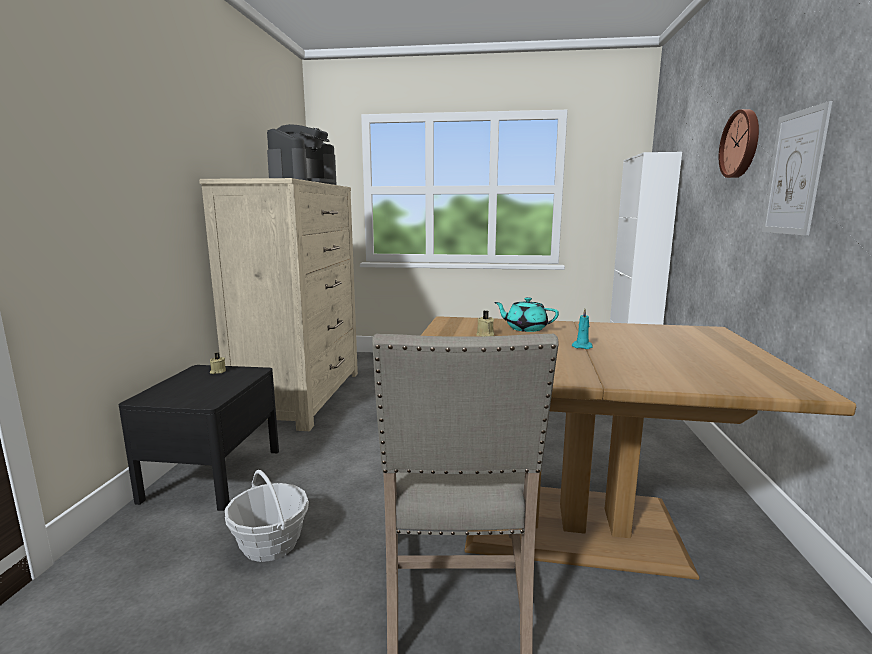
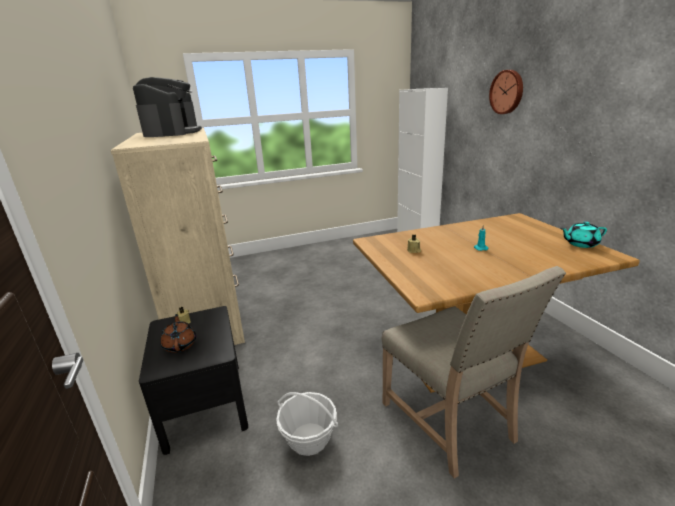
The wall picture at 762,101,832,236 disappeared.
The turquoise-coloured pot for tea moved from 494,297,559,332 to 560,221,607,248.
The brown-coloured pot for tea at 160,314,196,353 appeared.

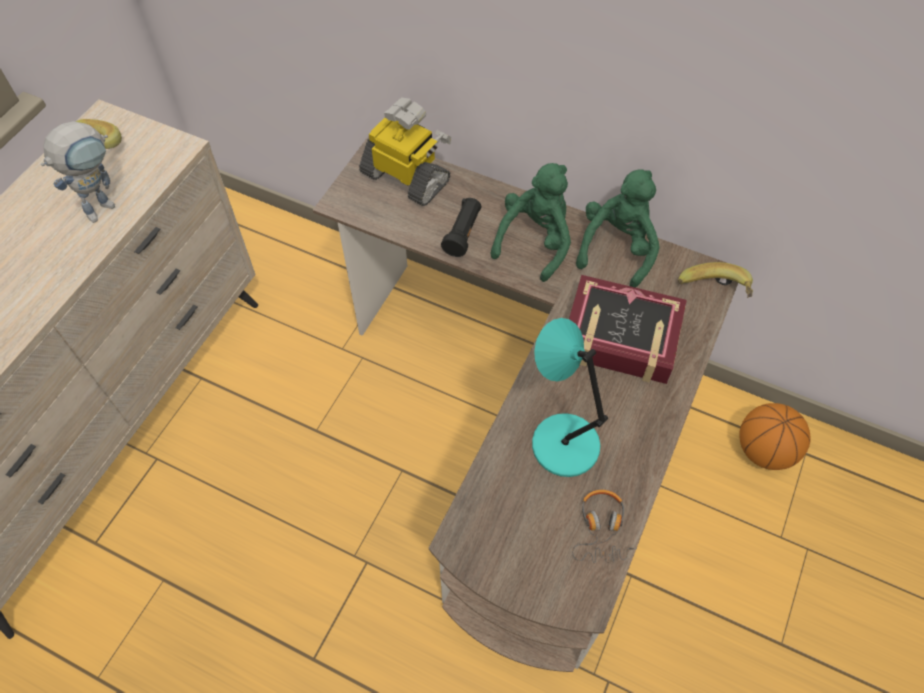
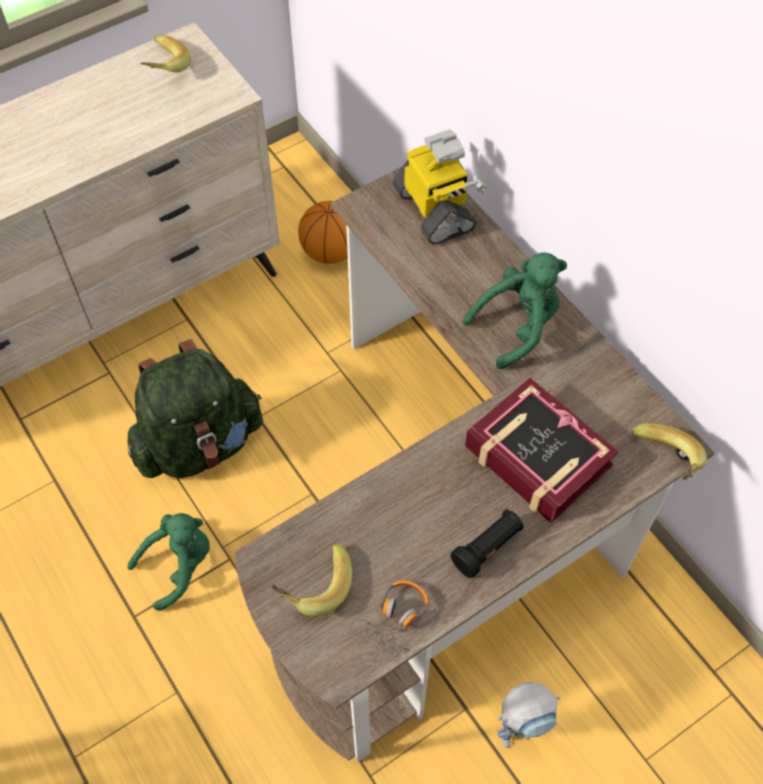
The robot figure moved from 41,121,115,223 to 497,682,560,748.
The green soft toy moved from 576,169,659,288 to 128,513,210,611.
The black-coloured hand torch moved from 441,198,481,257 to 451,508,524,578.
The turquoise-coloured lamp for a table at 532,318,608,477 disappeared.
The ball for basketball moved from 739,403,810,470 to 298,201,348,264.
The green knapsack at 127,339,263,478 appeared.
The whole banana at 271,543,352,617 appeared.

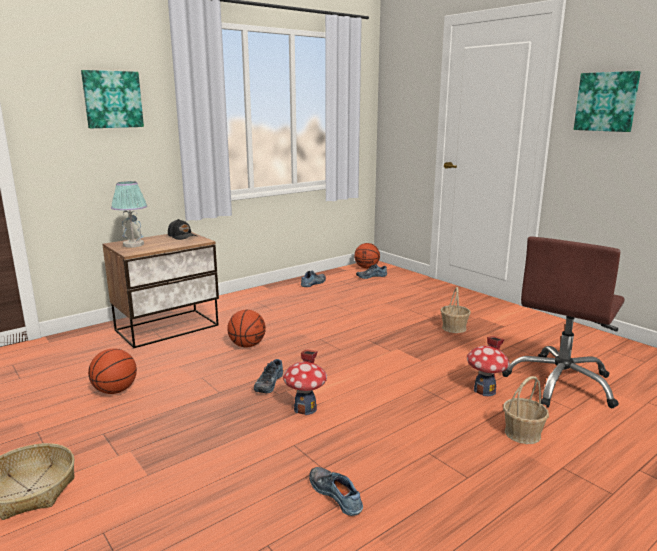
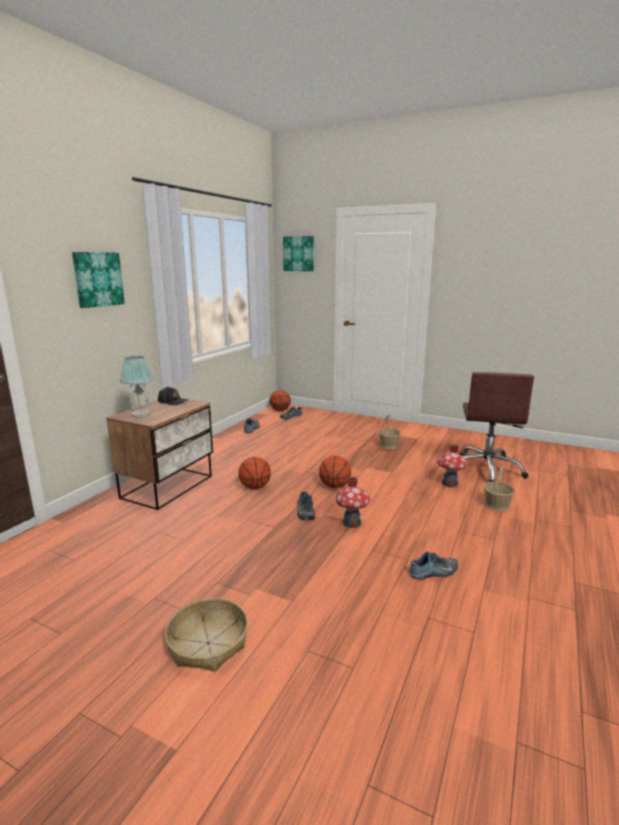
The wall picture moved from 574,71,641,132 to 283,236,314,271.
The ball for basketball moved from 88,349,137,394 to 319,456,351,488.
The shoe at 309,467,363,516 turned 135 degrees clockwise.

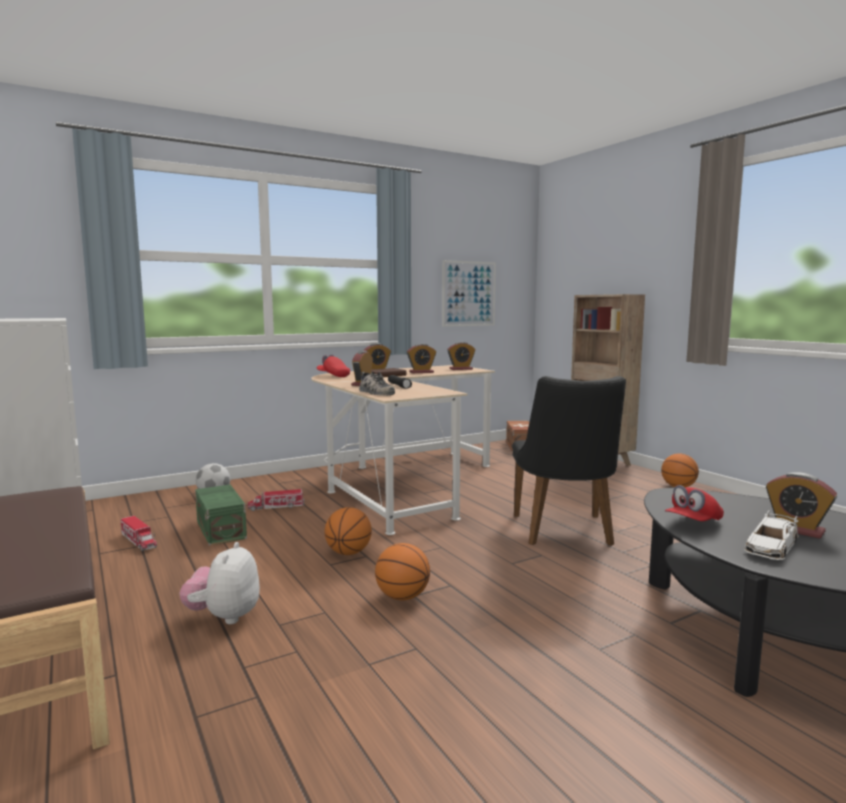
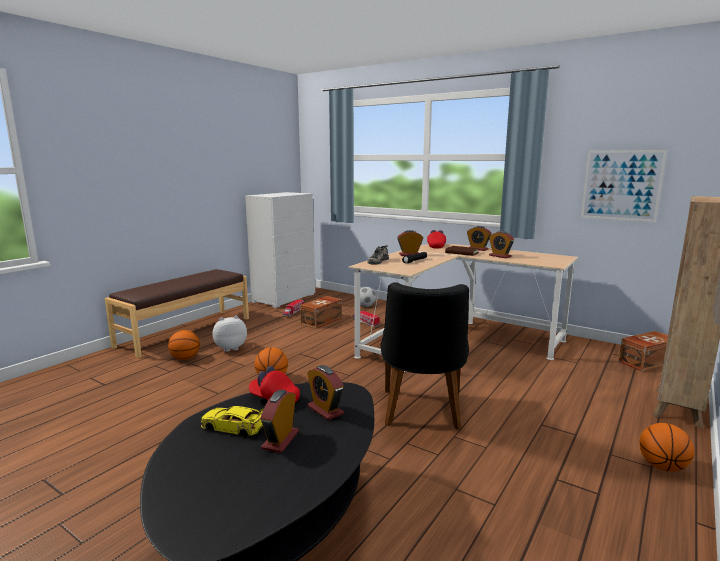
The table clock moved from 447,342,475,370 to 307,365,344,420.
The black-coloured plain chair at 512,376,626,546 turned 60 degrees counterclockwise.
The green storage bin at 195,485,247,546 became the brown-coloured storage bin at 300,296,342,329.
The ball for basketball moved from 325,507,372,555 to 168,330,200,360.
The white-coloured toy car at 744,510,799,560 became the yellow-coloured toy car at 201,406,263,437.

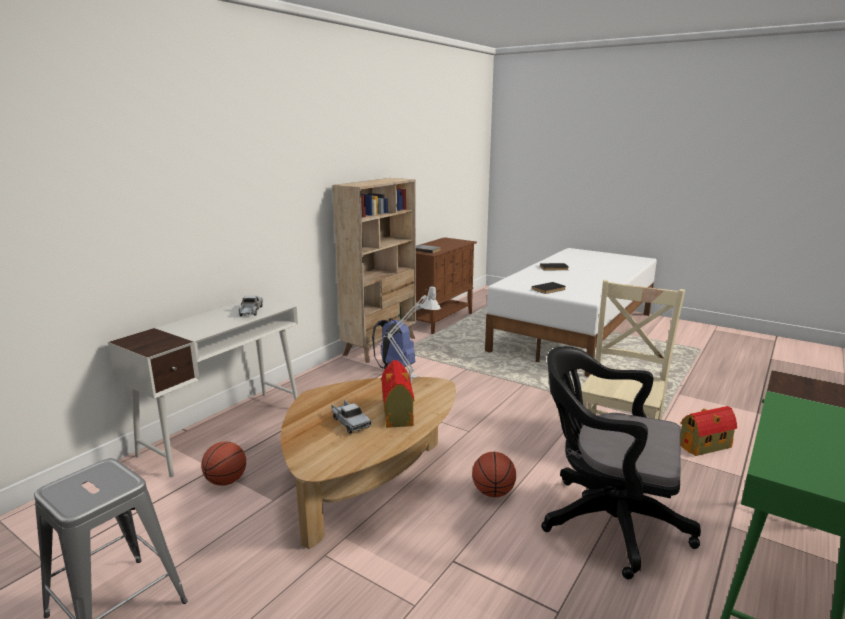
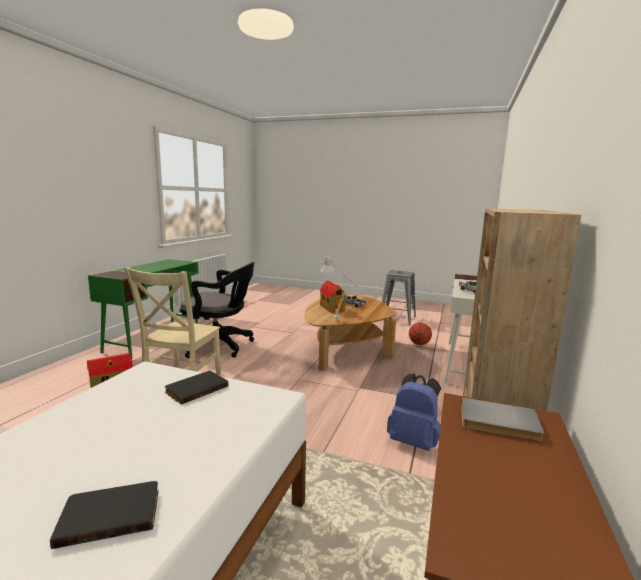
The ball for basketball at 472,452,516,497 disappeared.

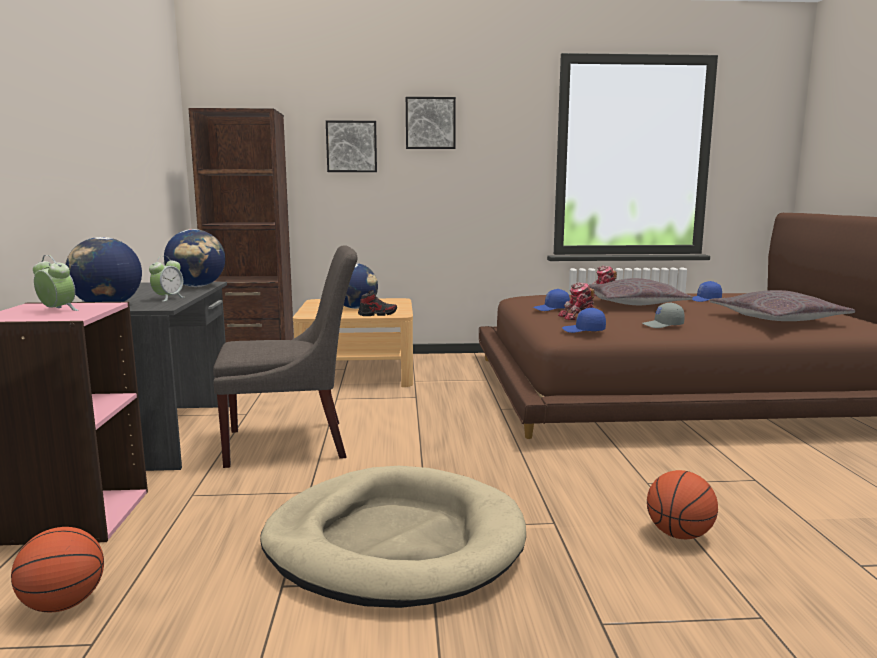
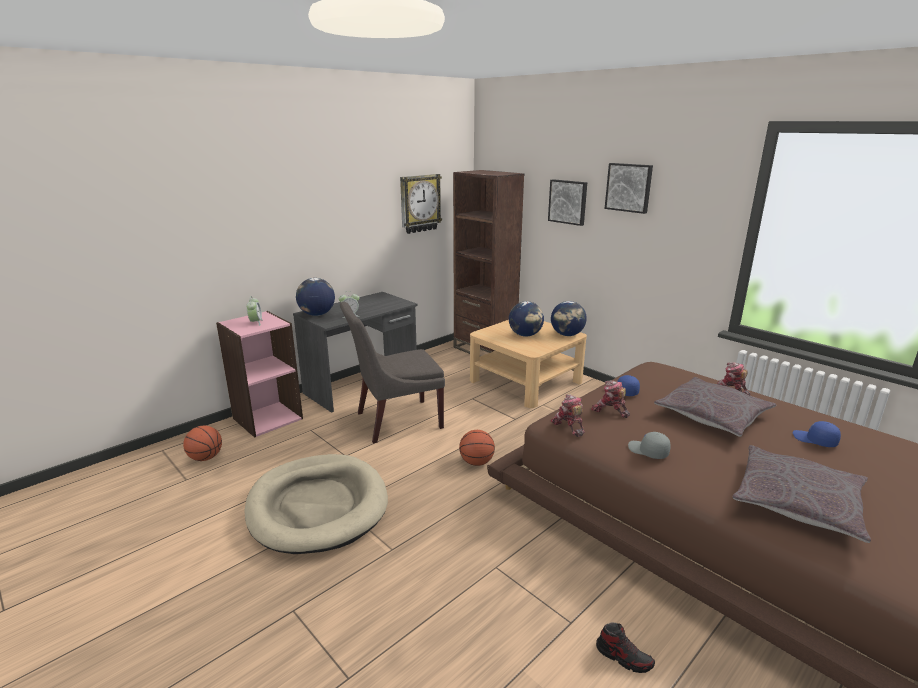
The globe moved from 164,229,225,287 to 551,301,587,336.
The gray plain chair at 213,245,358,468 turned 120 degrees clockwise.
The shoe moved from 358,290,397,316 to 596,622,655,673.
The blue-coloured peaked cap at 562,308,606,333 was replaced by the robot figure at 551,394,585,437.
The ball for basketball moved from 647,470,718,539 to 459,430,495,466.
The wall clock at 400,174,442,234 appeared.

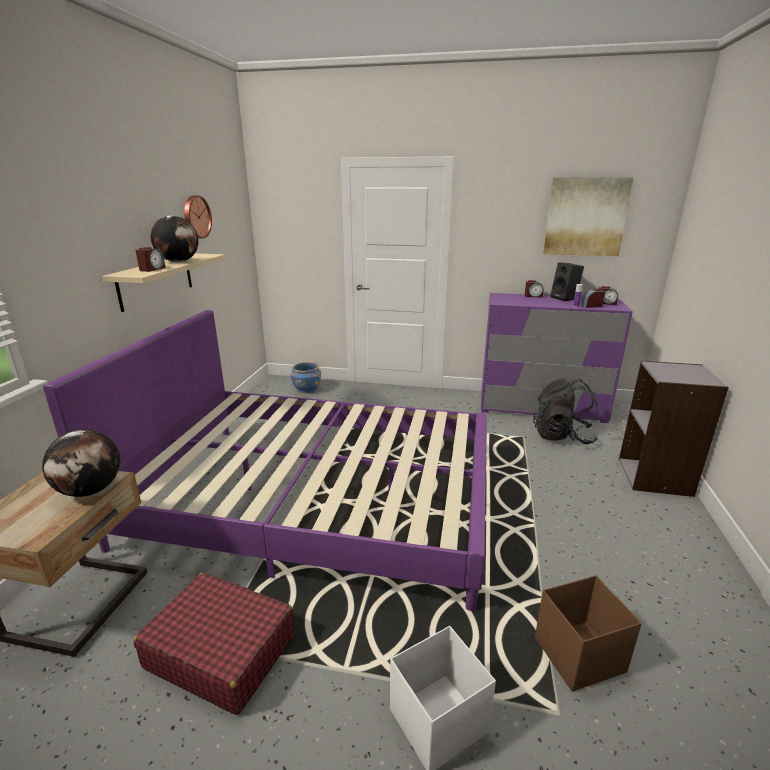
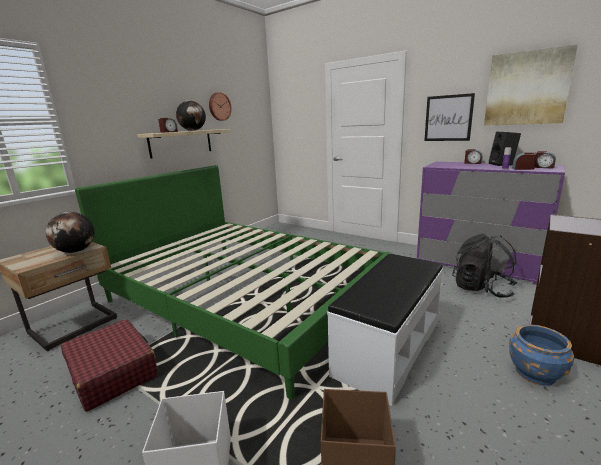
The purplish bed at 43,310,487,611 became the green bed at 75,165,393,399.
The blue-coloured planter moved from 291,362,321,394 to 509,324,574,386.
The wall picture at 424,93,475,141 appeared.
The white-coloured long seat at 327,254,443,406 appeared.

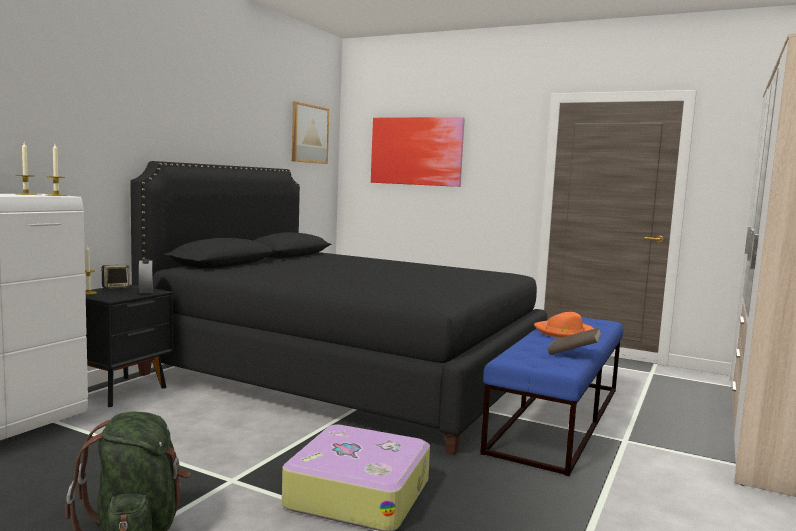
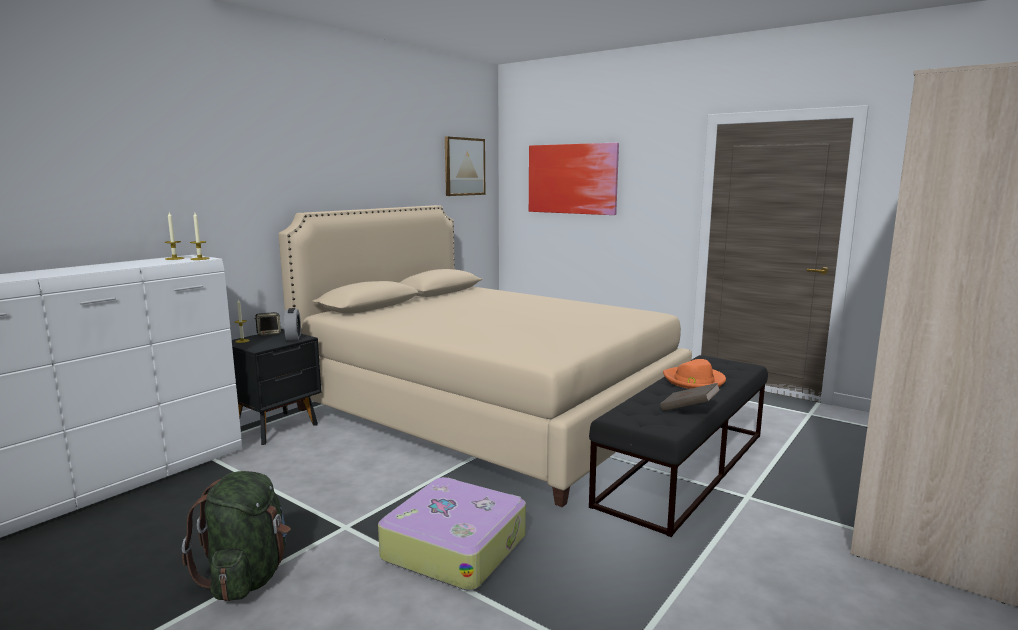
The black-coloured bed at 130,161,547,455 became the beige-coloured bed at 278,205,692,507.
The blue-coloured long seat at 480,314,624,476 became the black-coloured long seat at 589,355,768,537.

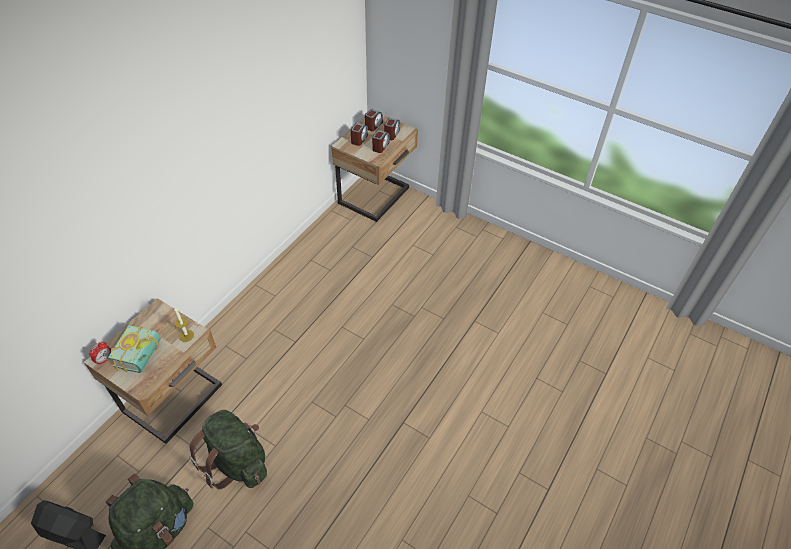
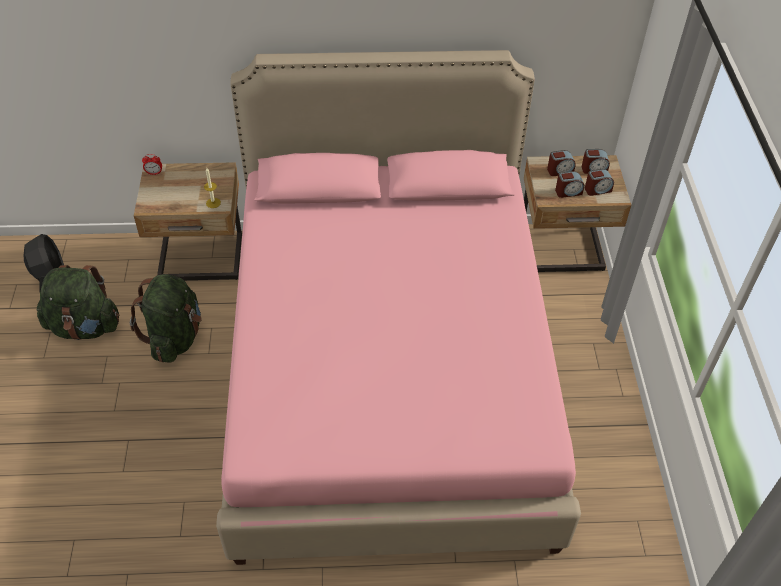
The book at 108,325,161,373 disappeared.
The pinkish bed at 216,50,581,565 appeared.

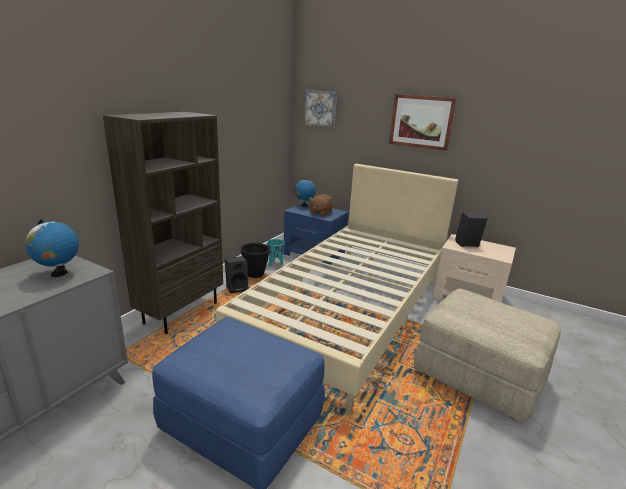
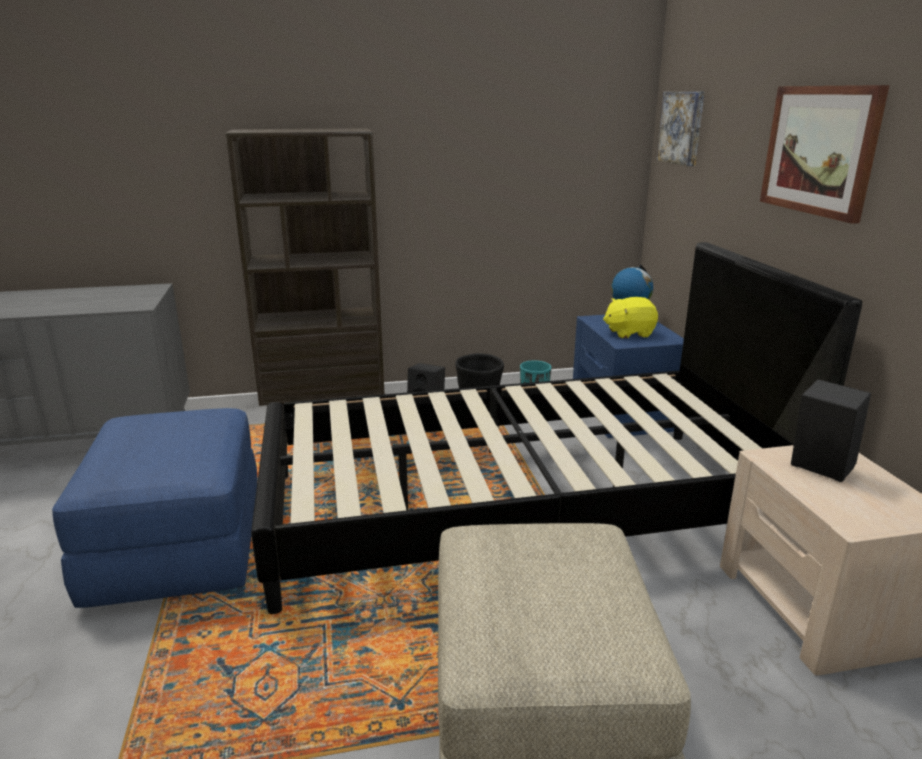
The beige-coloured bed at 216,164,458,414 became the black-coloured bed at 251,242,862,614.
The brown-coloured soft toy at 309,194,333,216 became the yellow-coloured soft toy at 603,297,658,338.
The globe at 25,219,79,277 disappeared.

